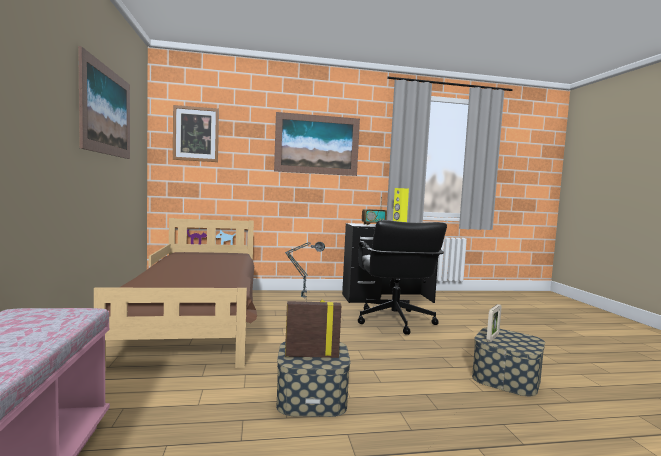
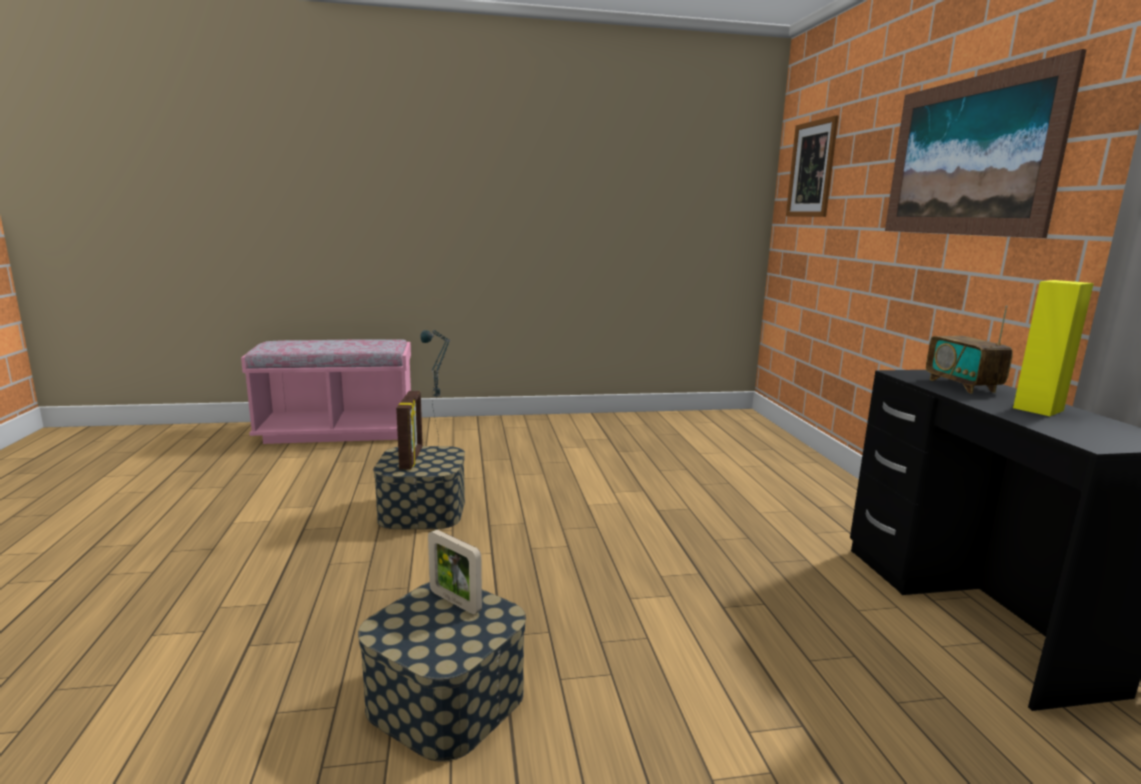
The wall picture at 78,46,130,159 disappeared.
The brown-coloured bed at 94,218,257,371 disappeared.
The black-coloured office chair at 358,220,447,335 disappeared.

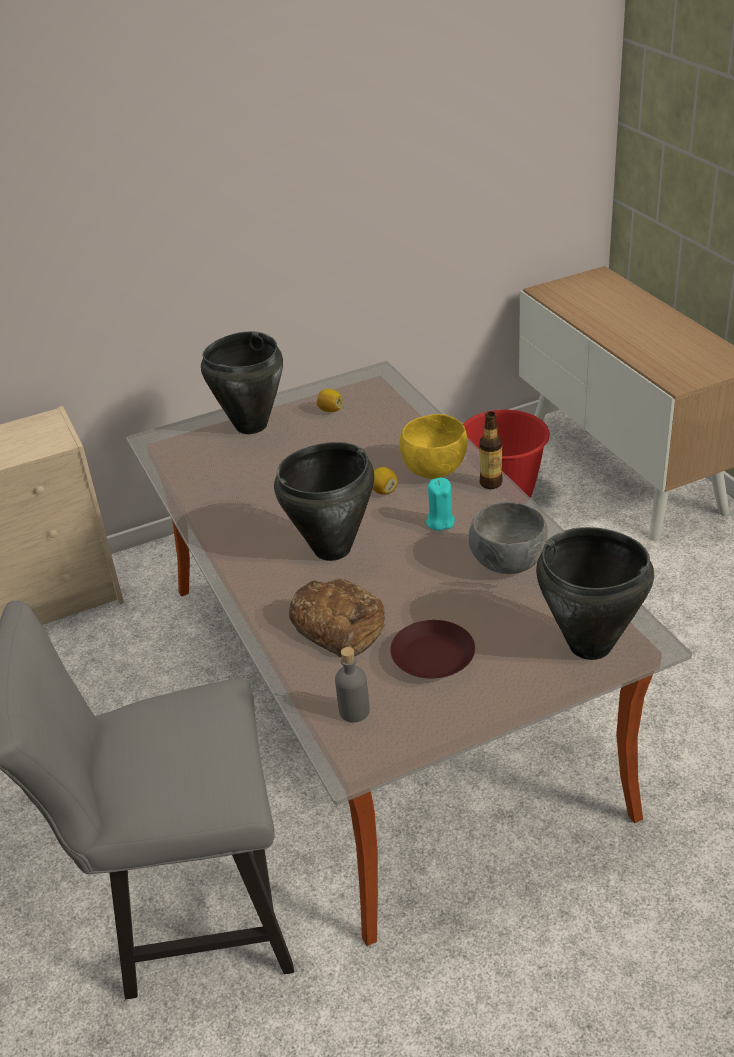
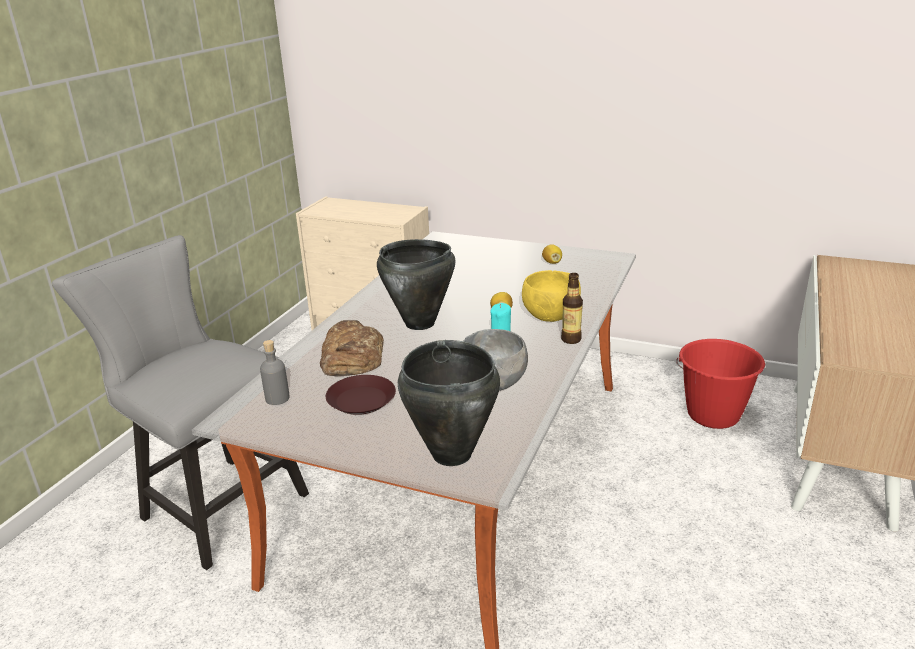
The black-coloured stockpot at 201,331,283,434 disappeared.

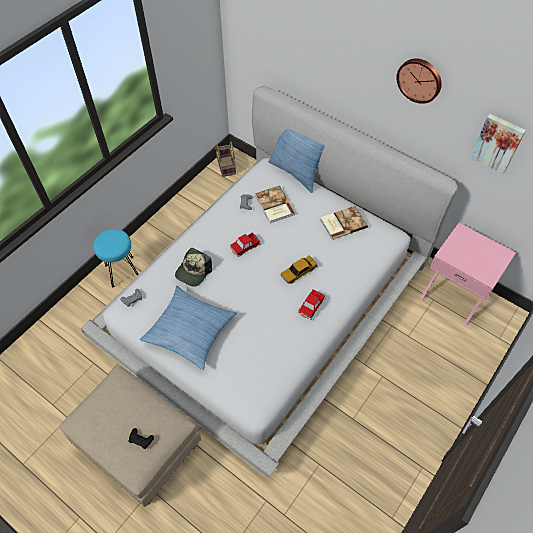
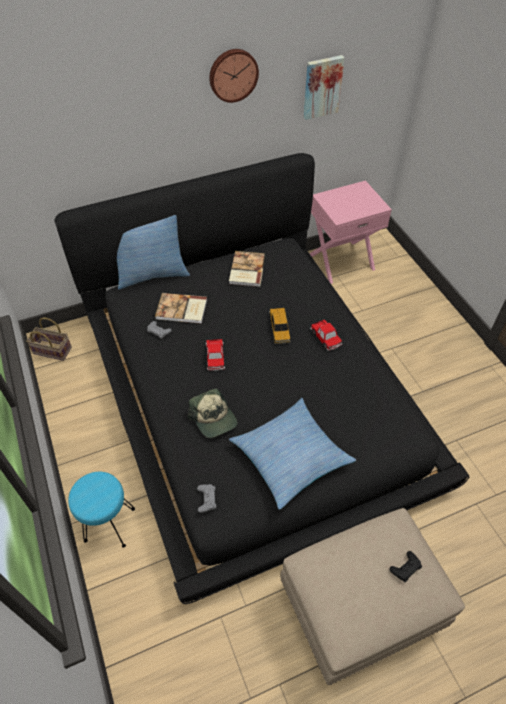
The white-coloured bed at 81,86,458,478 became the black-coloured bed at 54,153,469,604.

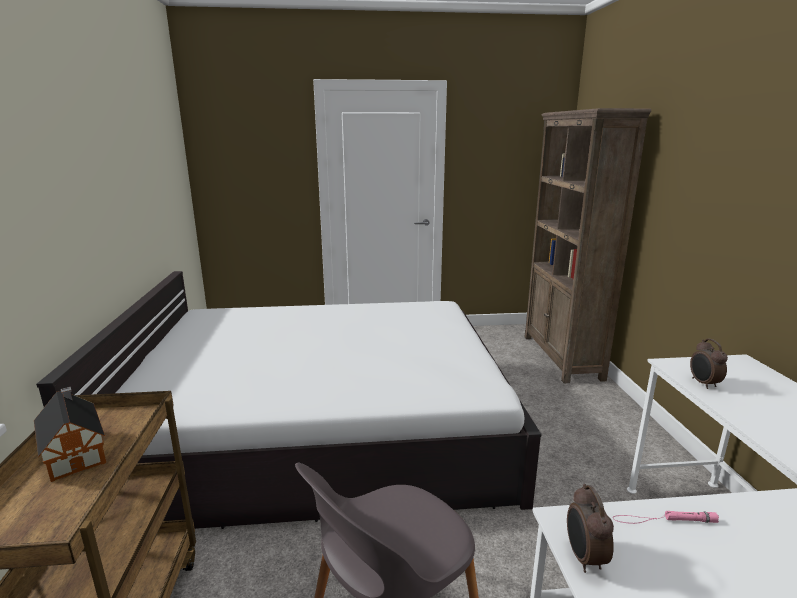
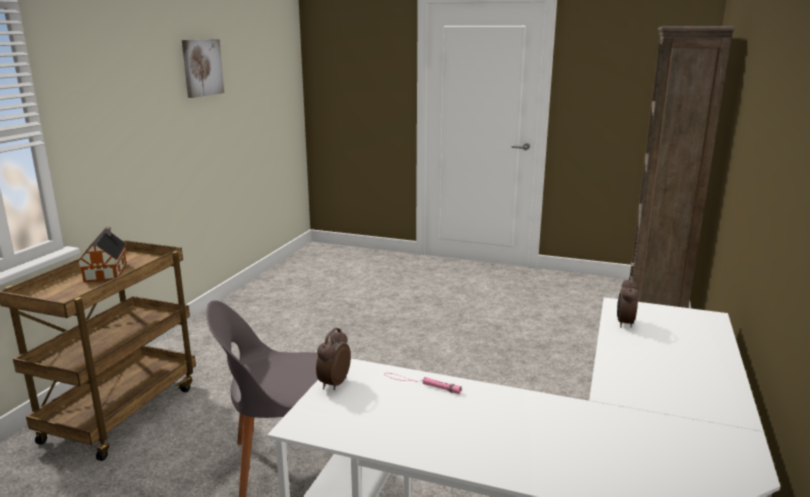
The white-coloured bed at 36,271,542,529 disappeared.
The wall picture at 182,39,224,98 appeared.

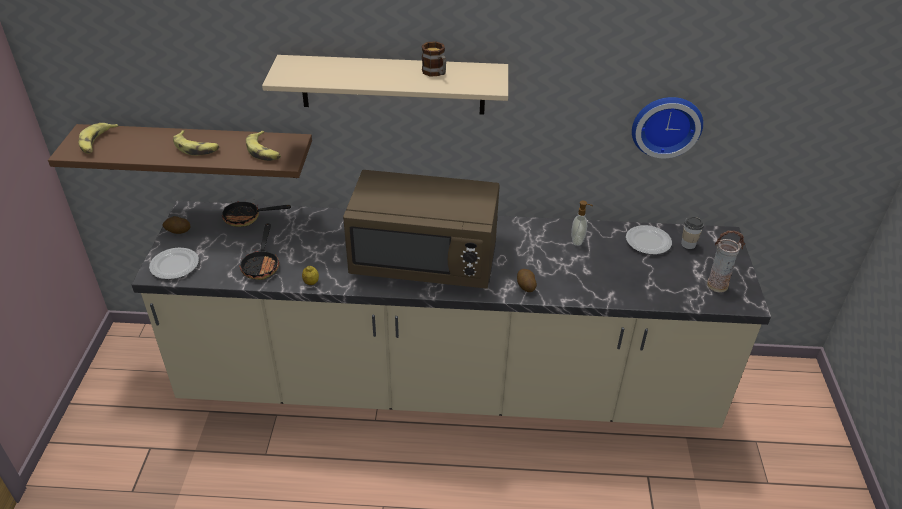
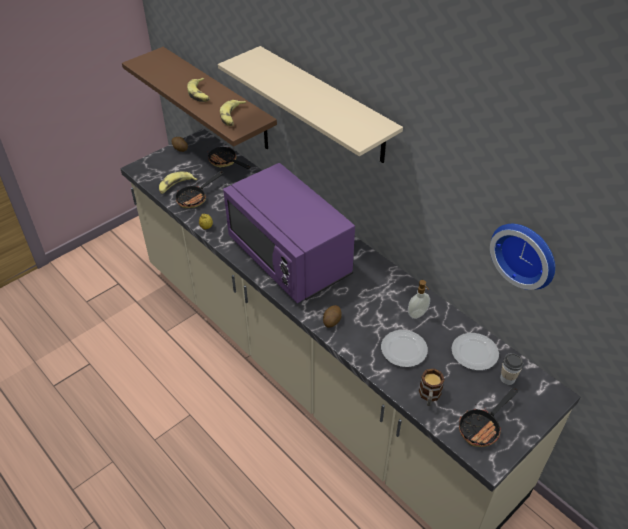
The coffee mug moved from 422,41,446,77 to 419,369,445,406.
The whole banana moved from 78,123,119,154 to 159,172,198,194.
The brown-coloured kitchen microwave at 343,170,500,289 became the purplish kitchen microwave at 223,163,355,303.
The flower vase at 707,230,745,292 was replaced by the pan at 459,387,518,447.
The flat dish moved from 149,248,199,279 to 381,330,428,367.

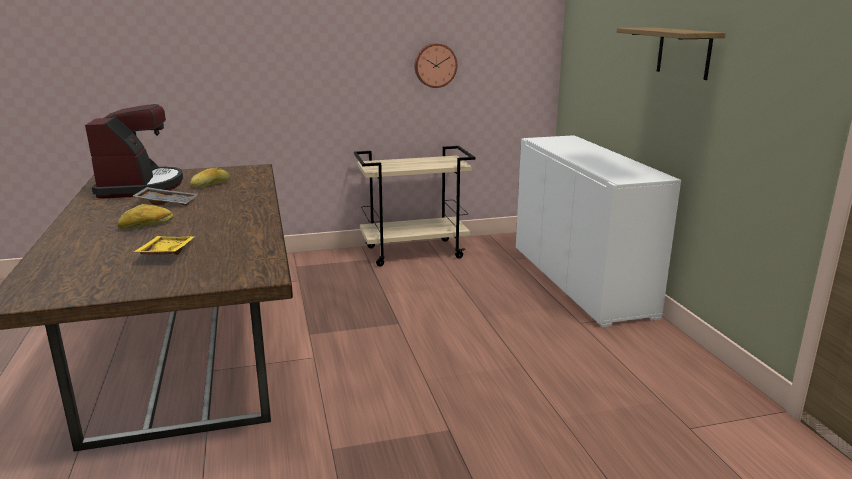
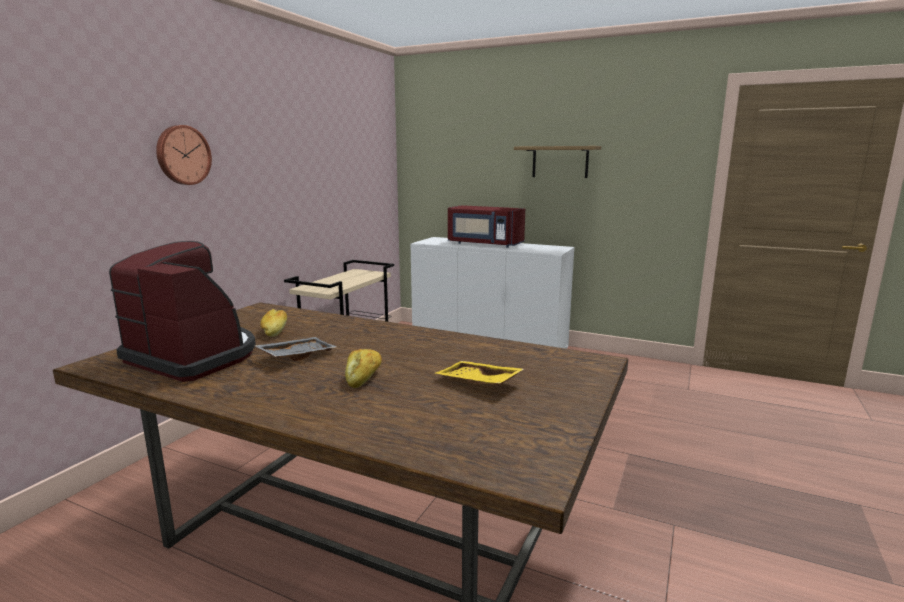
The wall clock moved from 414,43,457,88 to 156,125,212,185.
The red kitchen microwave at 448,205,525,248 appeared.

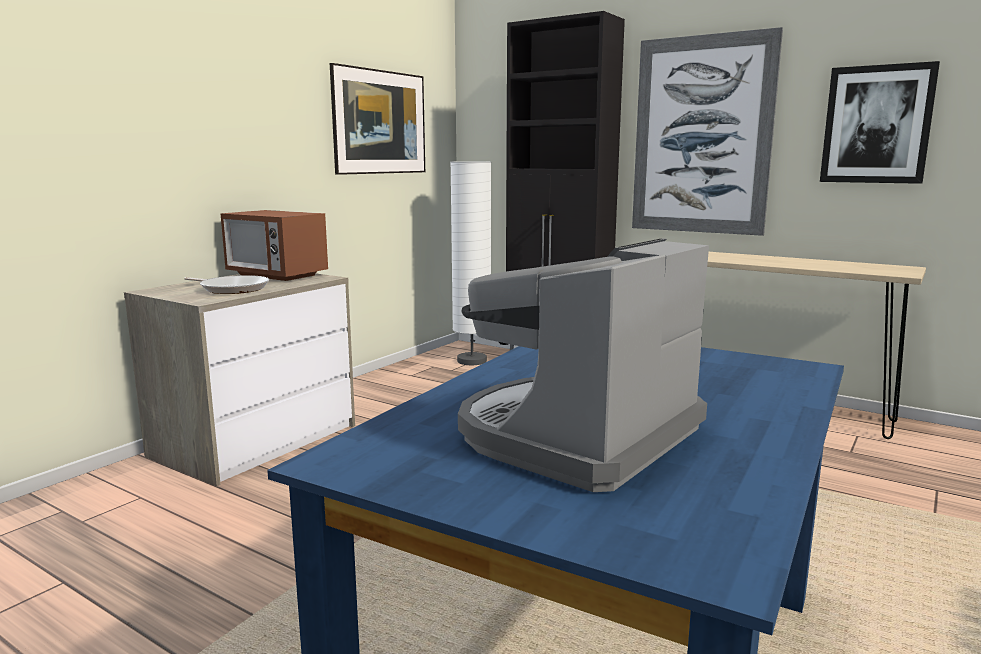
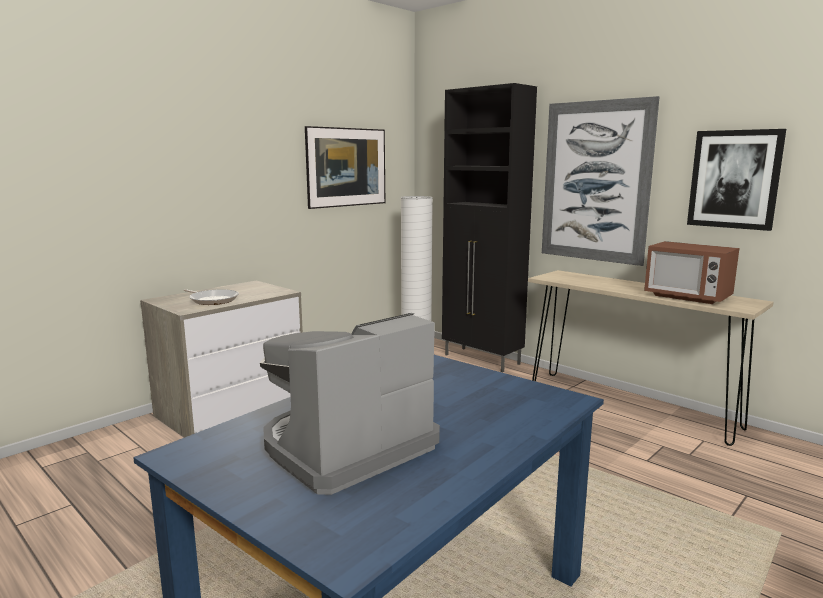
The kitchen microwave moved from 220,210,328,281 to 644,241,739,304.

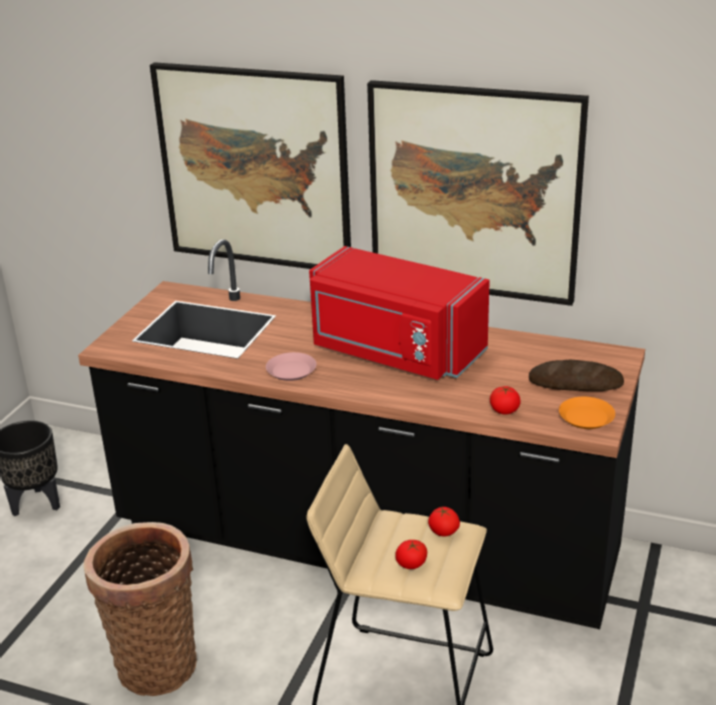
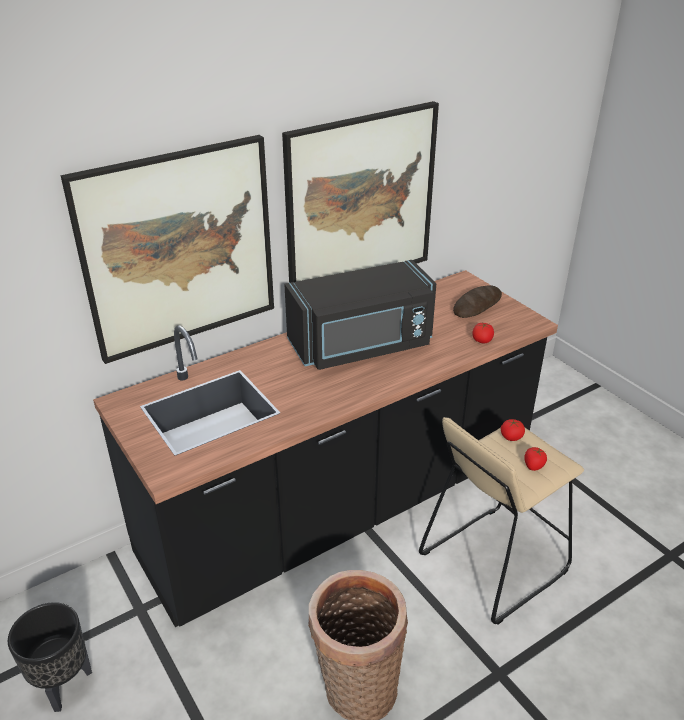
The red kitchen microwave at 309,246,490,380 became the black-coloured kitchen microwave at 284,260,436,370.
The pinkish flat dish at 266,352,317,381 disappeared.
The orange flat dish at 559,397,615,429 disappeared.

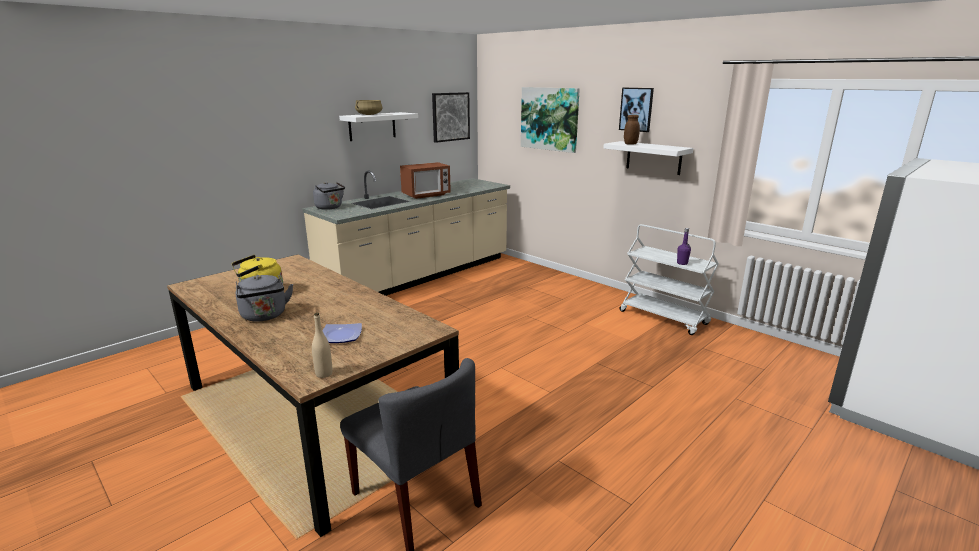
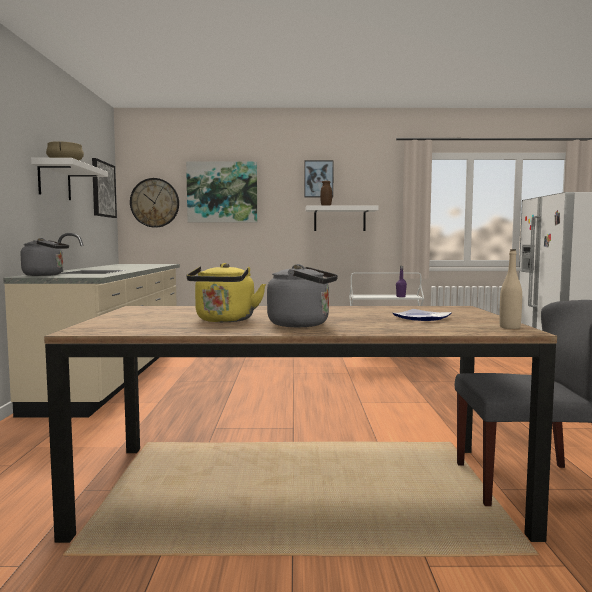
The kitchen microwave at 400,162,451,199 disappeared.
The wall clock at 130,178,179,228 appeared.

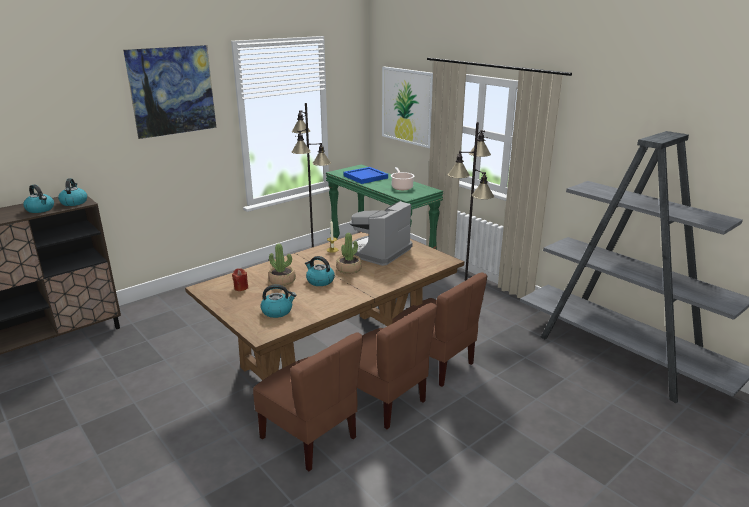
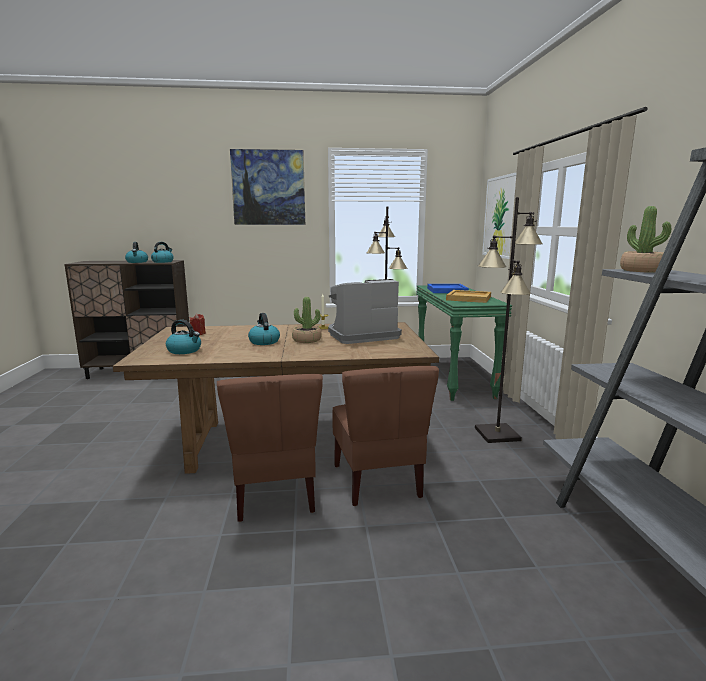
The stockpot at 391,167,415,190 was replaced by the beige-coloured serving tray at 446,290,491,303.
The plant in a pot moved from 268,244,296,286 to 620,206,671,273.
The brown-coloured plain chair at 253,332,363,471 disappeared.

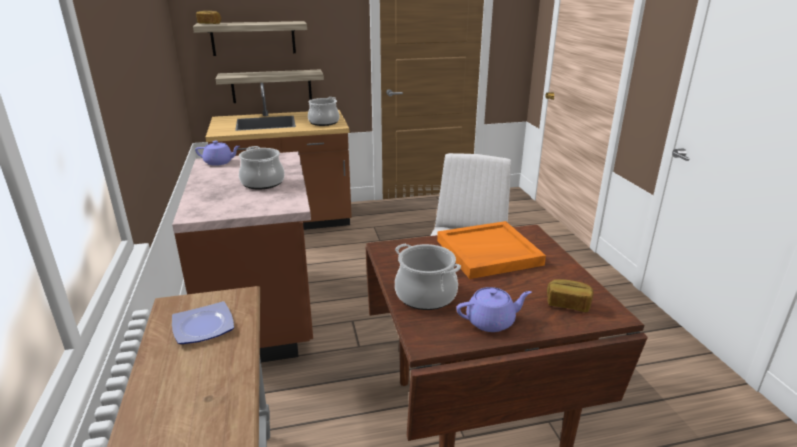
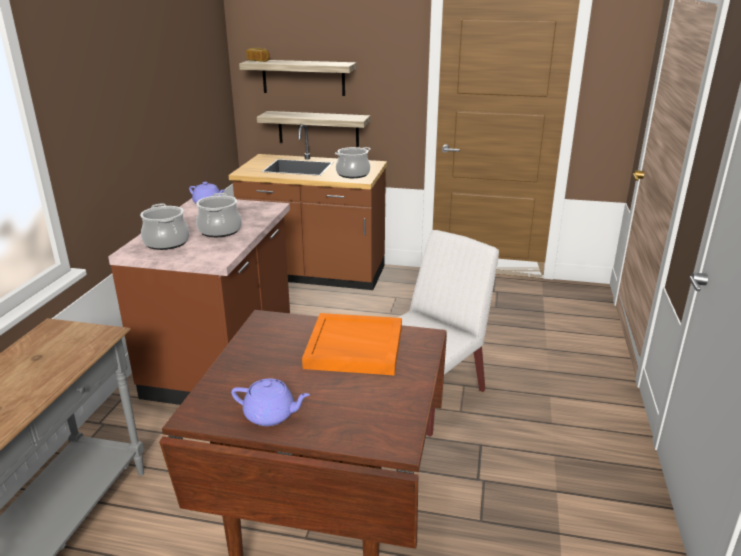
The stockpot moved from 395,243,461,310 to 140,203,190,250.
The baked bread at 547,279,594,312 disappeared.
The flat dish at 172,301,234,344 disappeared.

